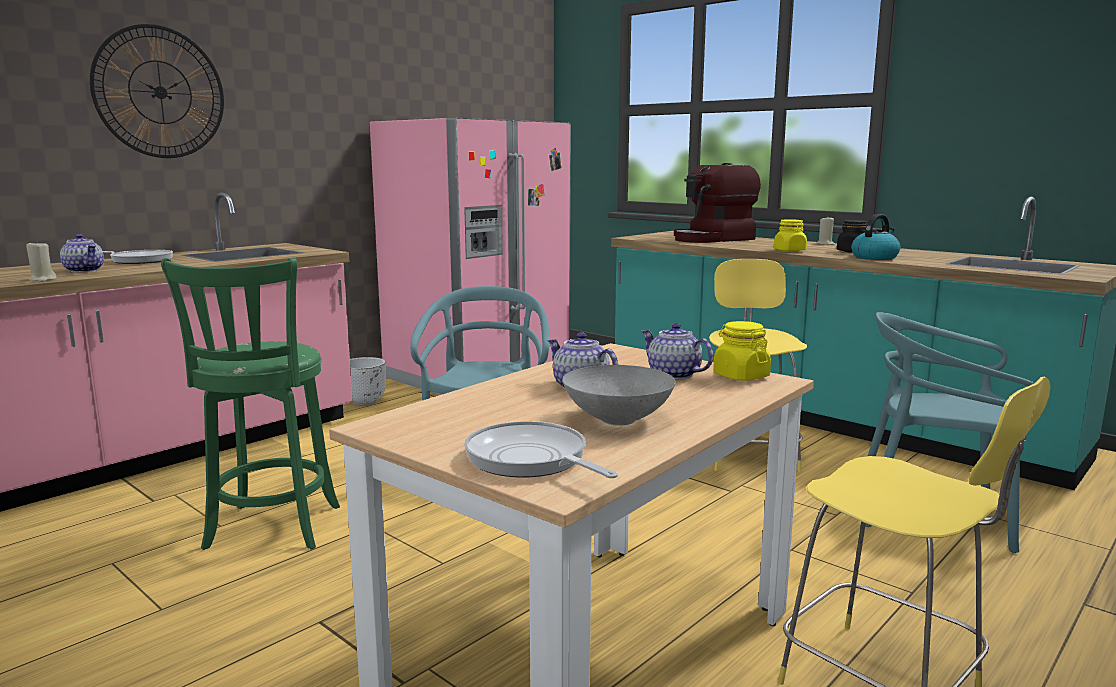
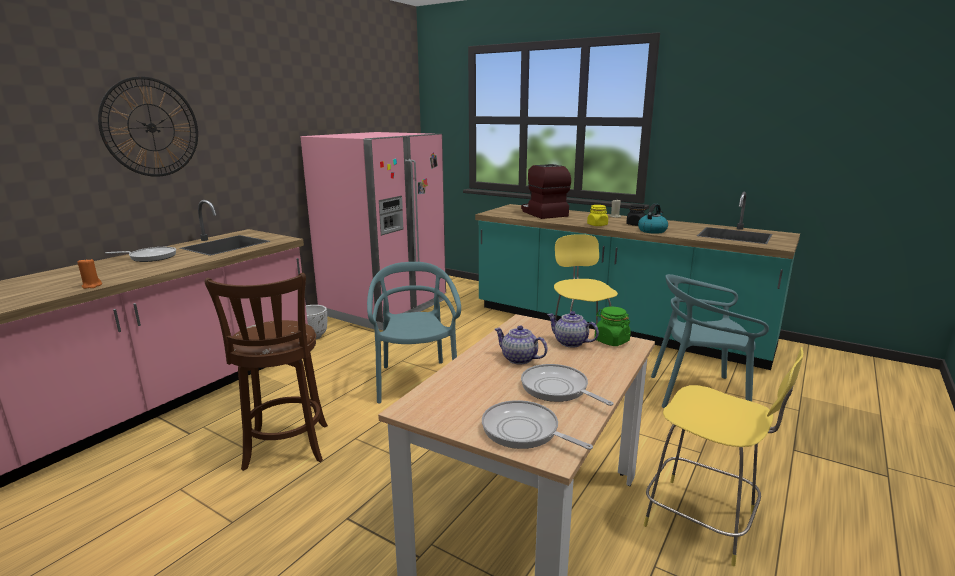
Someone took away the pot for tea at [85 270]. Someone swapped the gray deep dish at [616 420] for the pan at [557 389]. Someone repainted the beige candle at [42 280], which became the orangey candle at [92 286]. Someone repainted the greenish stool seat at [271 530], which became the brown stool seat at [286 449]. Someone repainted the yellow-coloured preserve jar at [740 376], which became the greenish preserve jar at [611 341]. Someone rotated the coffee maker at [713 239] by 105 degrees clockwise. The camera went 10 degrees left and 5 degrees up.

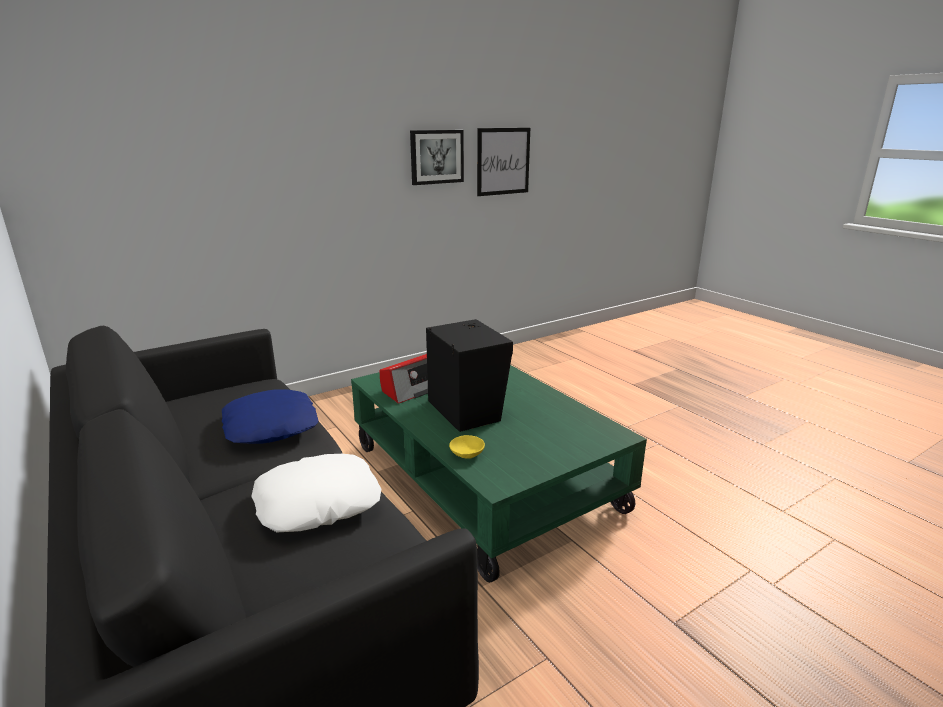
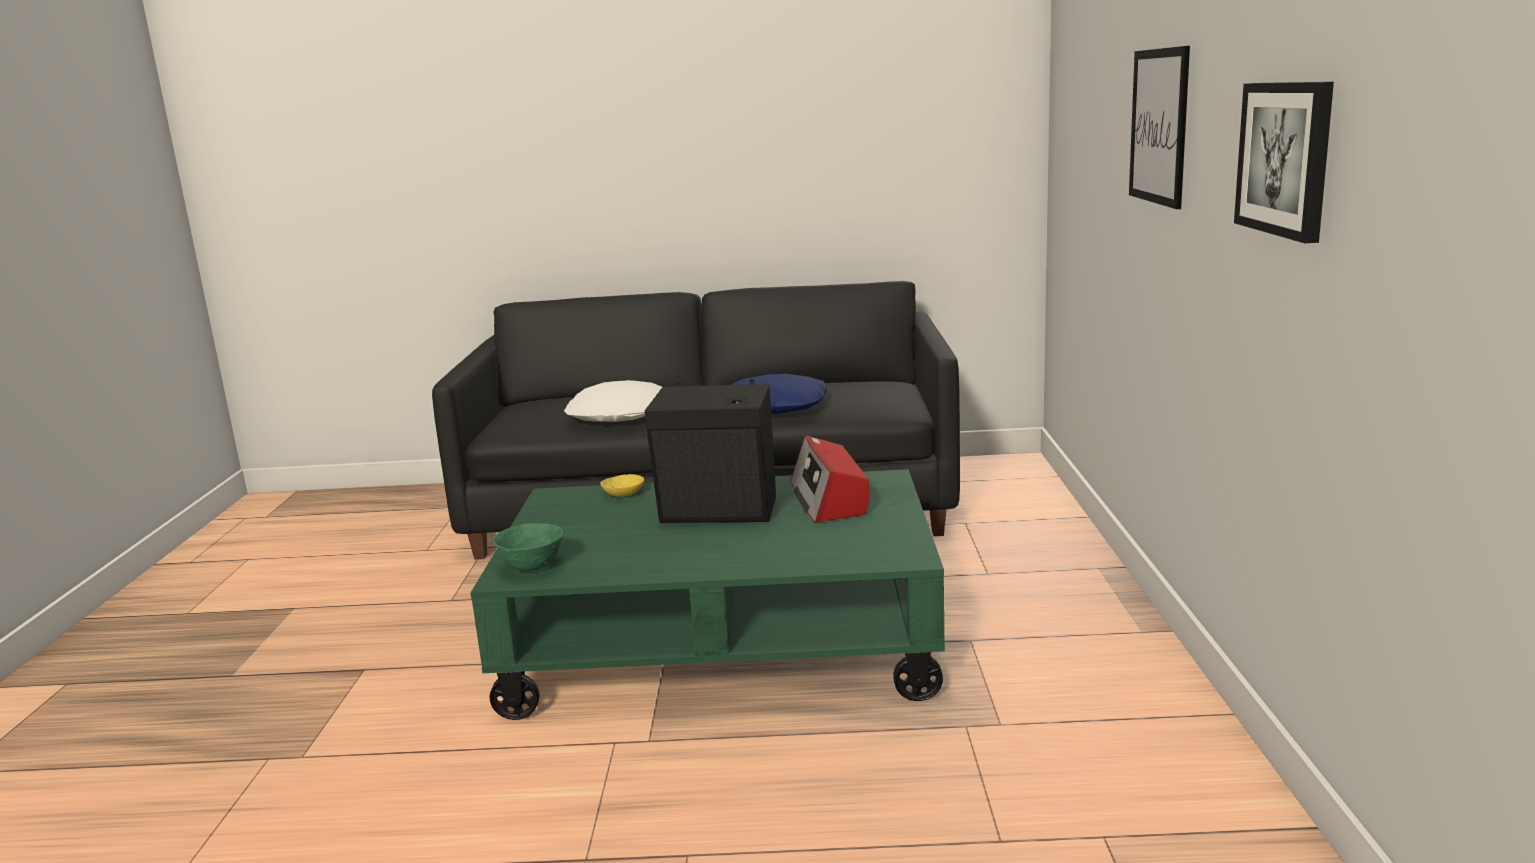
Someone put down the greenish deep dish at [532 567]. Someone carried the picture from [503 161] to [1159 126]. The camera went 125 degrees right and 5 degrees down.

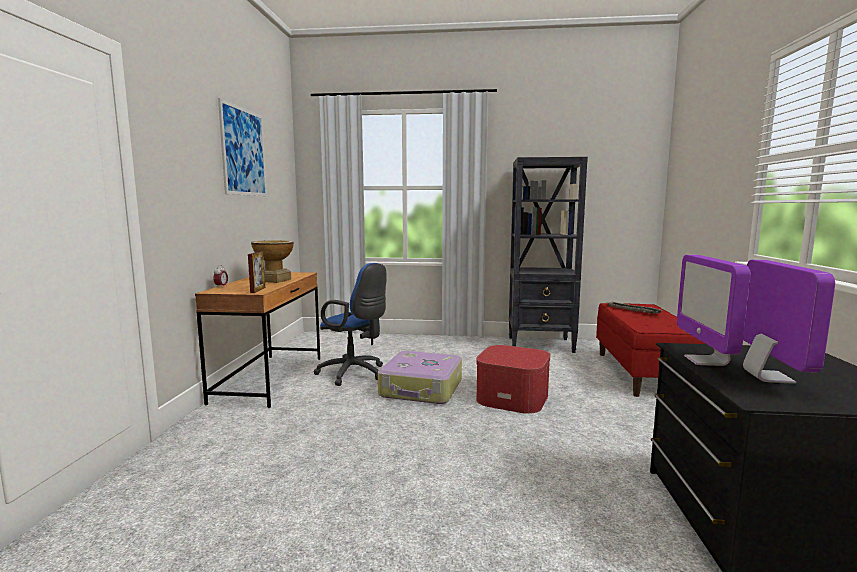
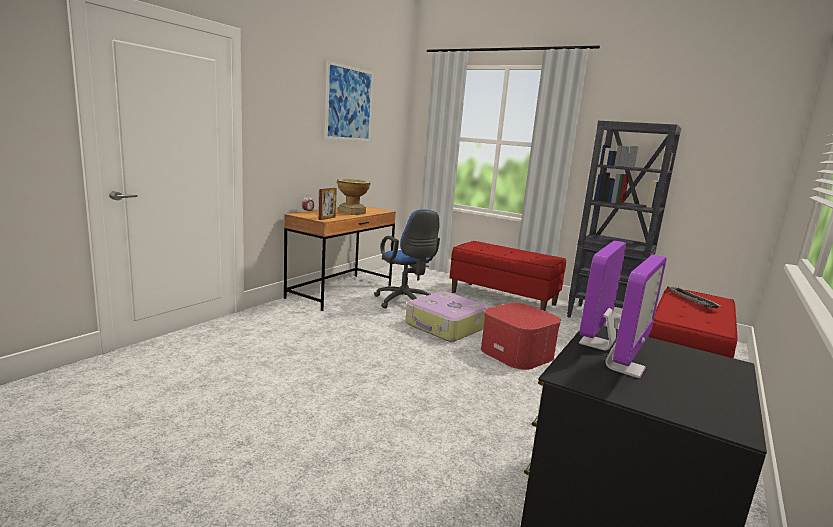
Someone put down the reddish indoor bench at [503 298]. The camera went 25 degrees right and 5 degrees up.

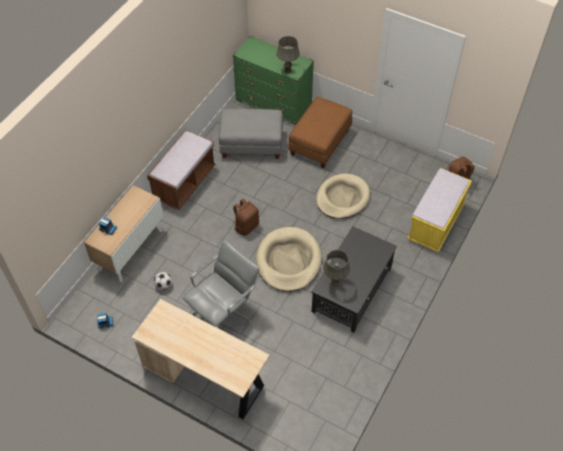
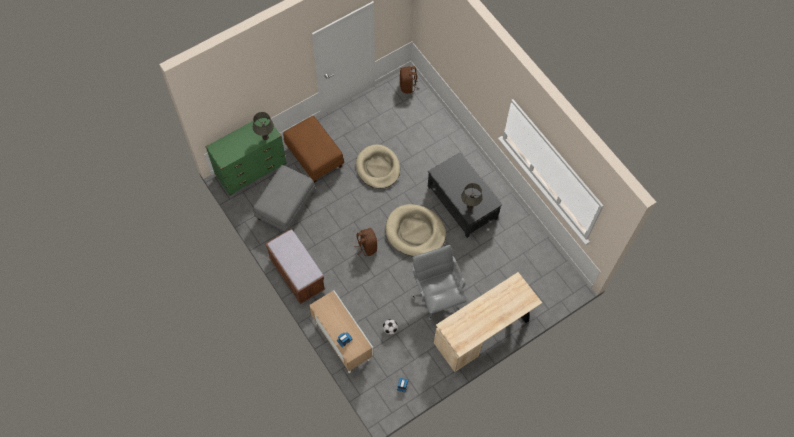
Someone took away the yellow-coloured indoor bench at [435 223]. The camera went 65 degrees left and 10 degrees up.

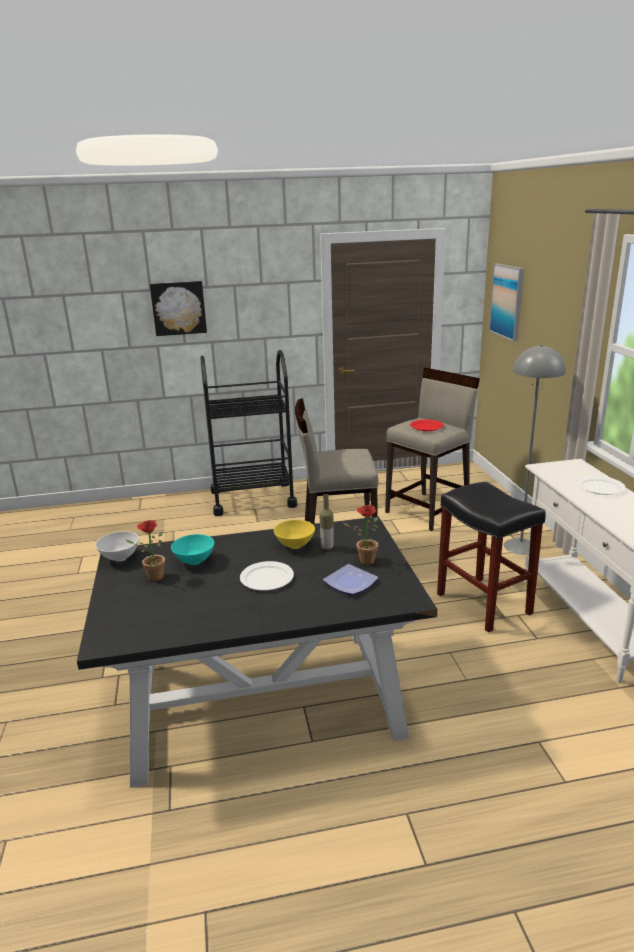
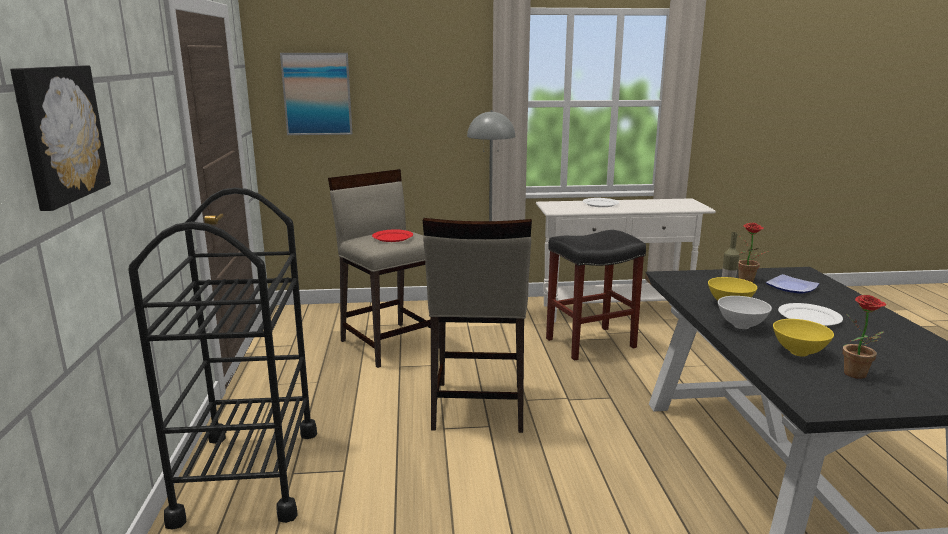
Someone carried the white-coloured deep dish from [120 558] to [741 326]. Someone repainted the blue-green deep dish at [194 561], which became the yellow-coloured deep dish at [799 353]. The camera went 85 degrees left and 5 degrees down.

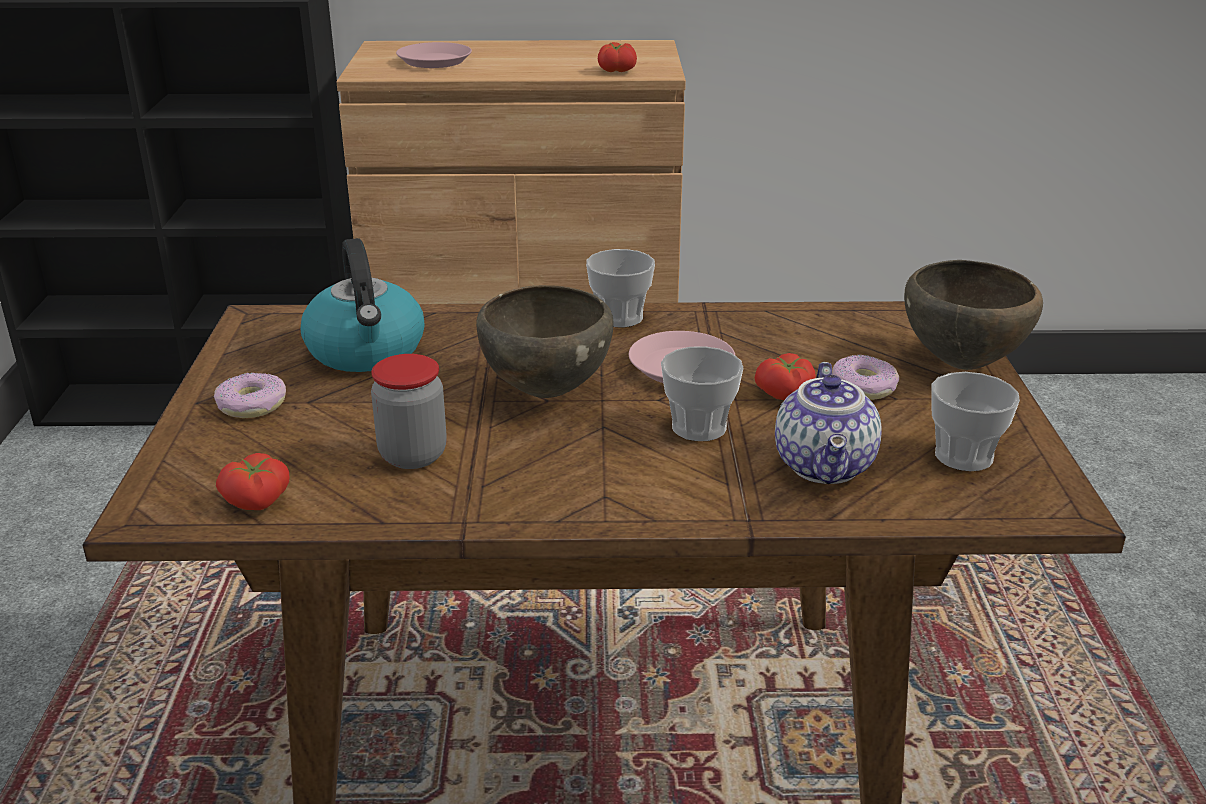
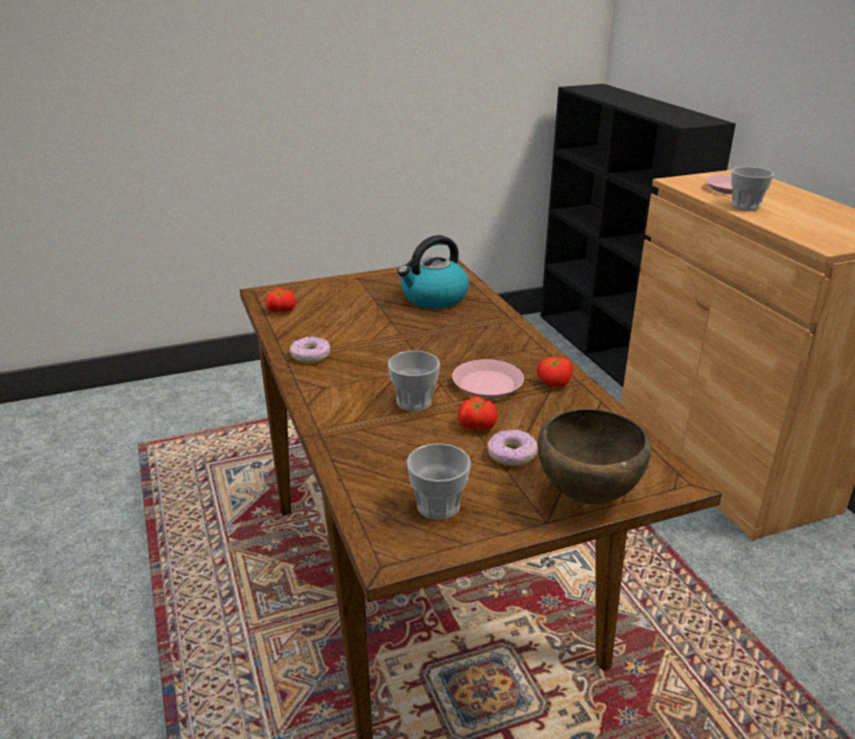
Someone took away the preserve jar at [413 455]. Someone took away the brown deep dish at [545 392]. Someone took away the pot for tea at [827 467]. Someone carried the doughnut from [252 405] to [310 356]. Someone carried the small cup from [620 317] to [745 206]. Someone carried the fresh tomato from [615 71] to [553 382]. The camera went 70 degrees right and 0 degrees up.

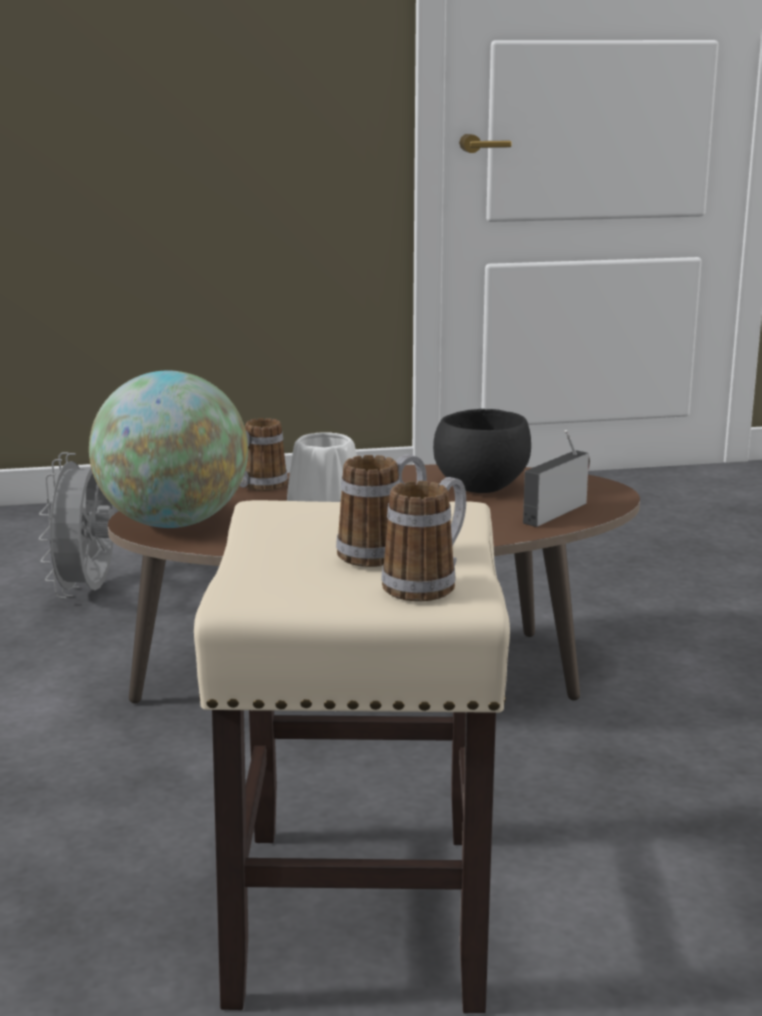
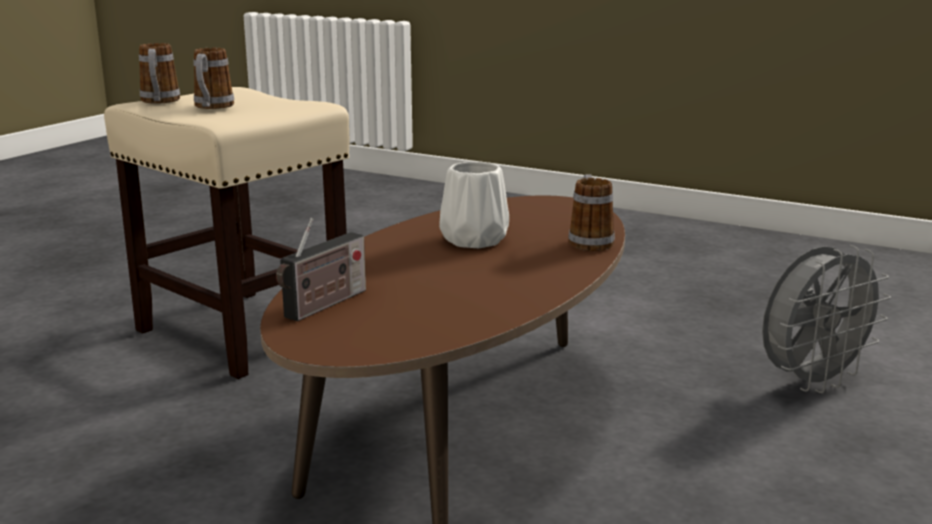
Someone took away the globe at [172 523]. Someone took away the black-coloured deep dish at [478 487]. Someone rotated the gray fan at [89 593] by 105 degrees clockwise. Someone rotated the radio set at [556 512] by 45 degrees clockwise. The camera went 130 degrees right and 0 degrees up.

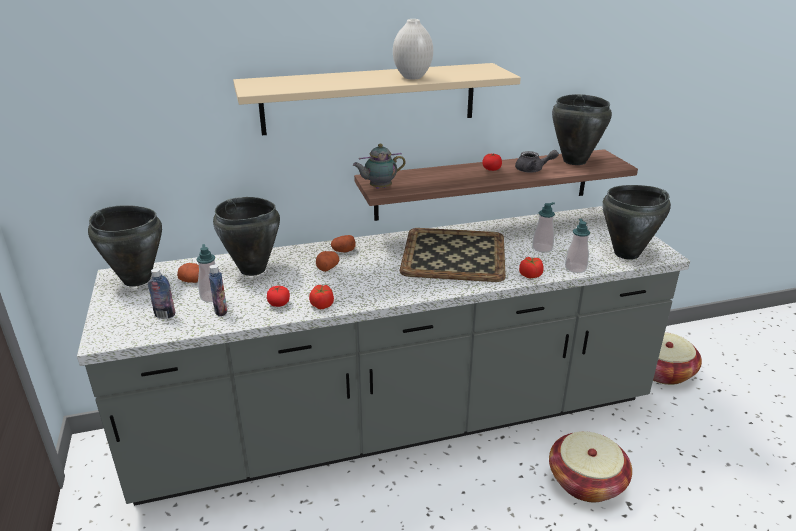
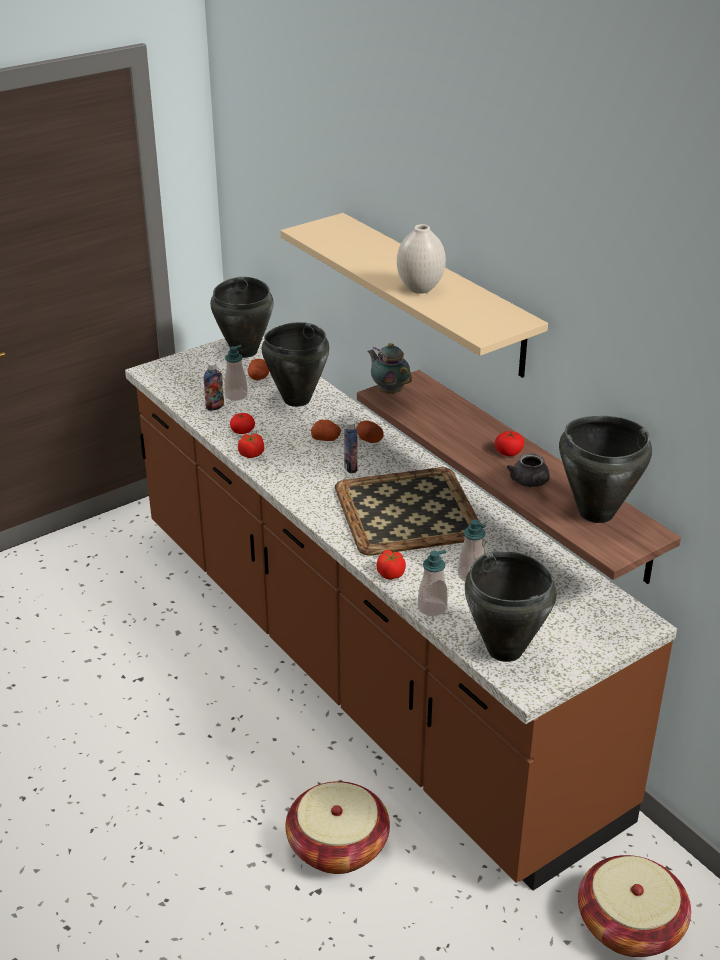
Someone carried the bottle from [165 315] to [350 468]. Someone repainted the gray counter at [398 421], which became the brown counter at [359 662]. The camera went 70 degrees right and 5 degrees up.

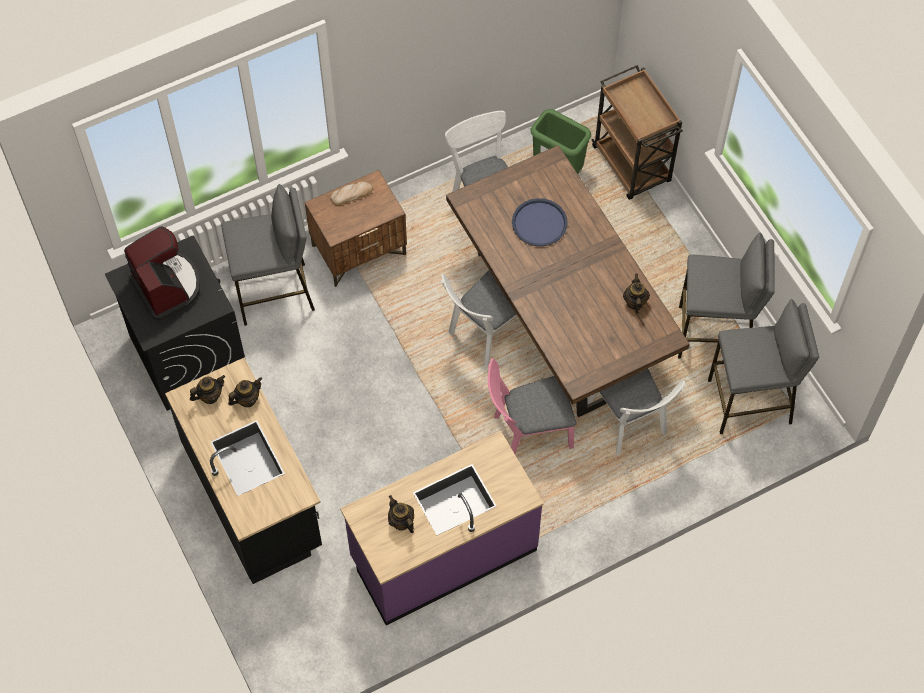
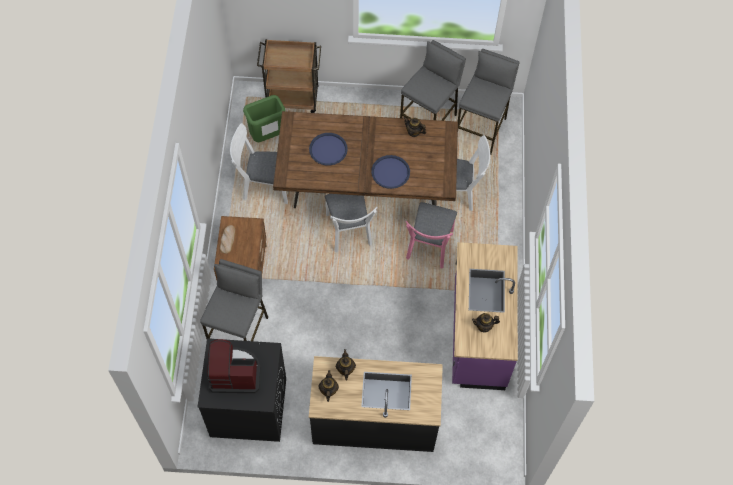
Someone put down the blue tray at [390 172]. The camera went 60 degrees left and 0 degrees up.

